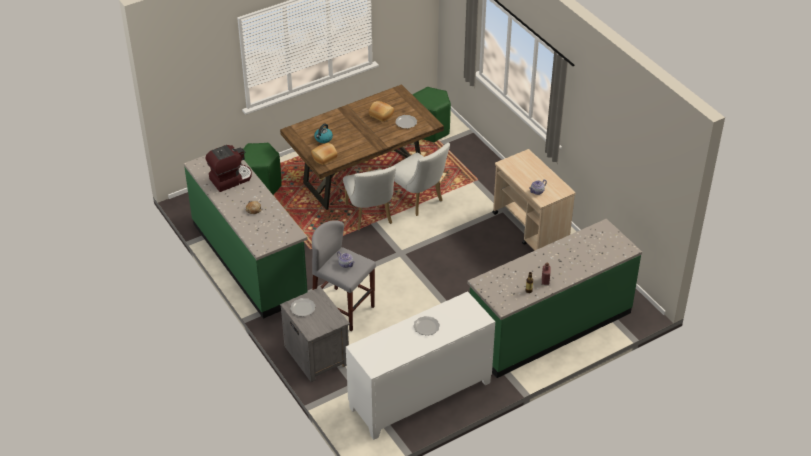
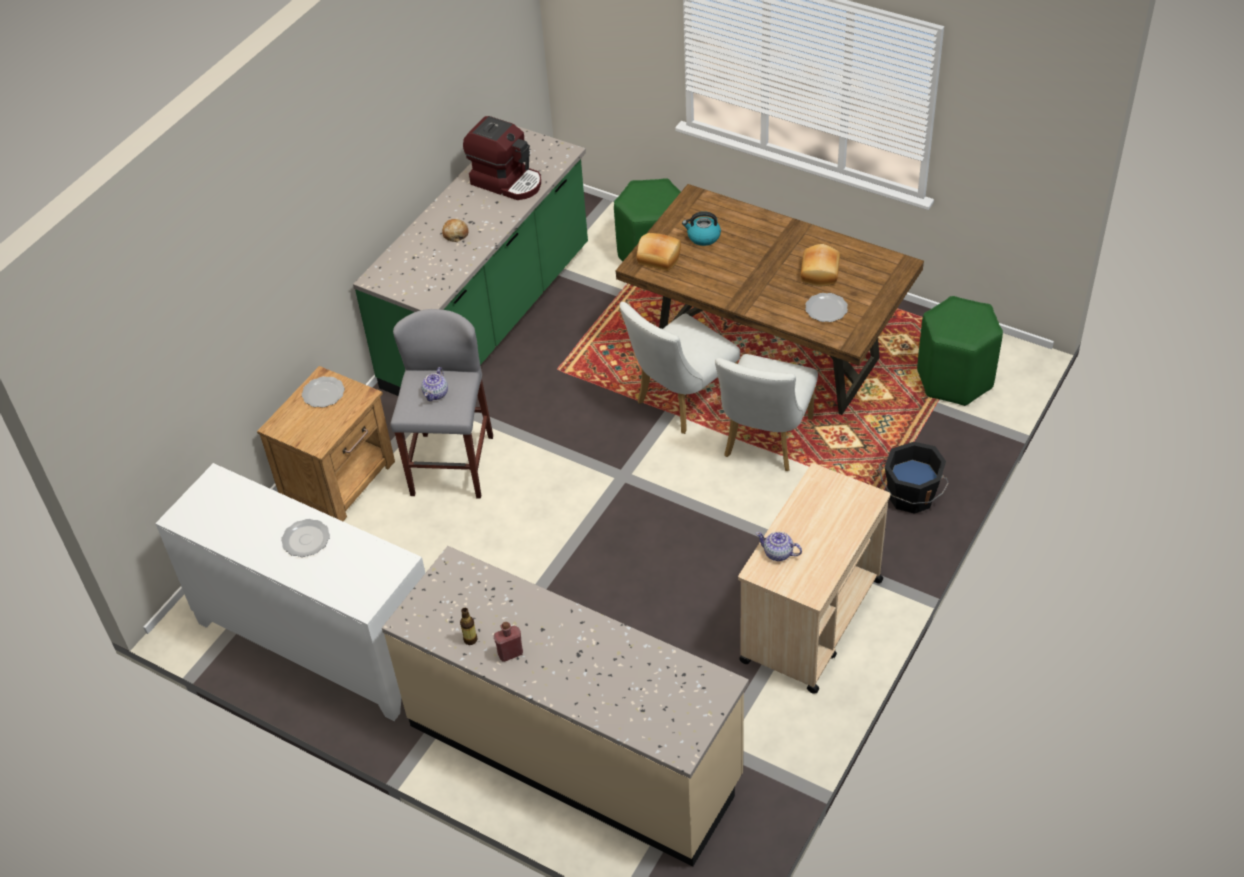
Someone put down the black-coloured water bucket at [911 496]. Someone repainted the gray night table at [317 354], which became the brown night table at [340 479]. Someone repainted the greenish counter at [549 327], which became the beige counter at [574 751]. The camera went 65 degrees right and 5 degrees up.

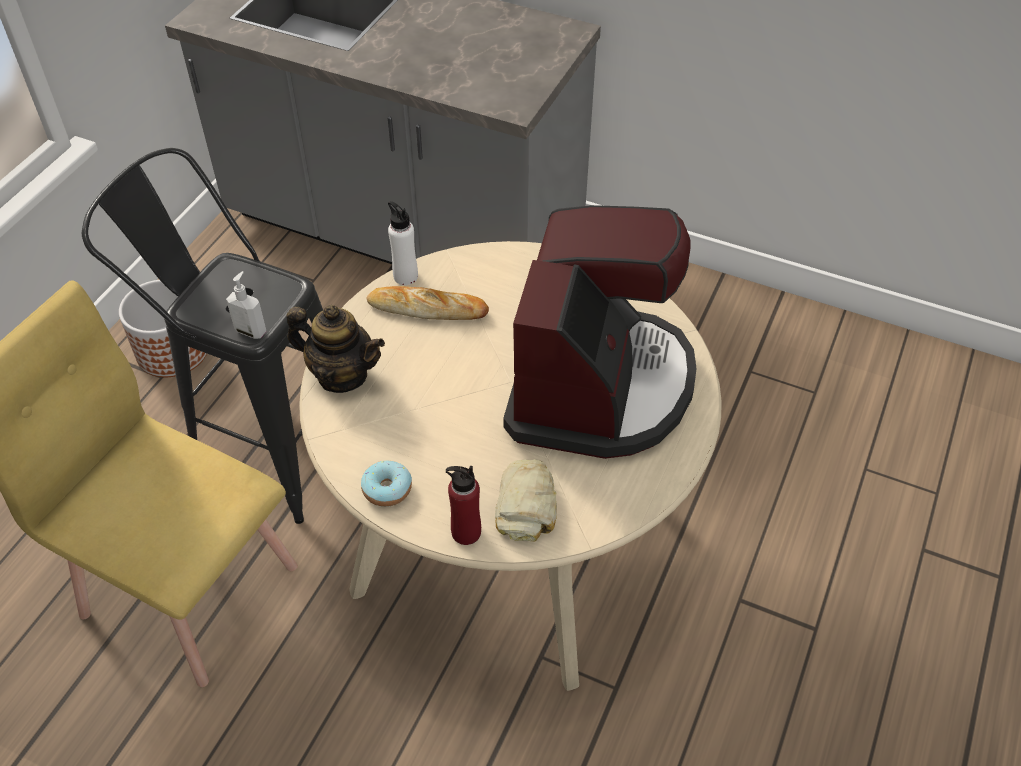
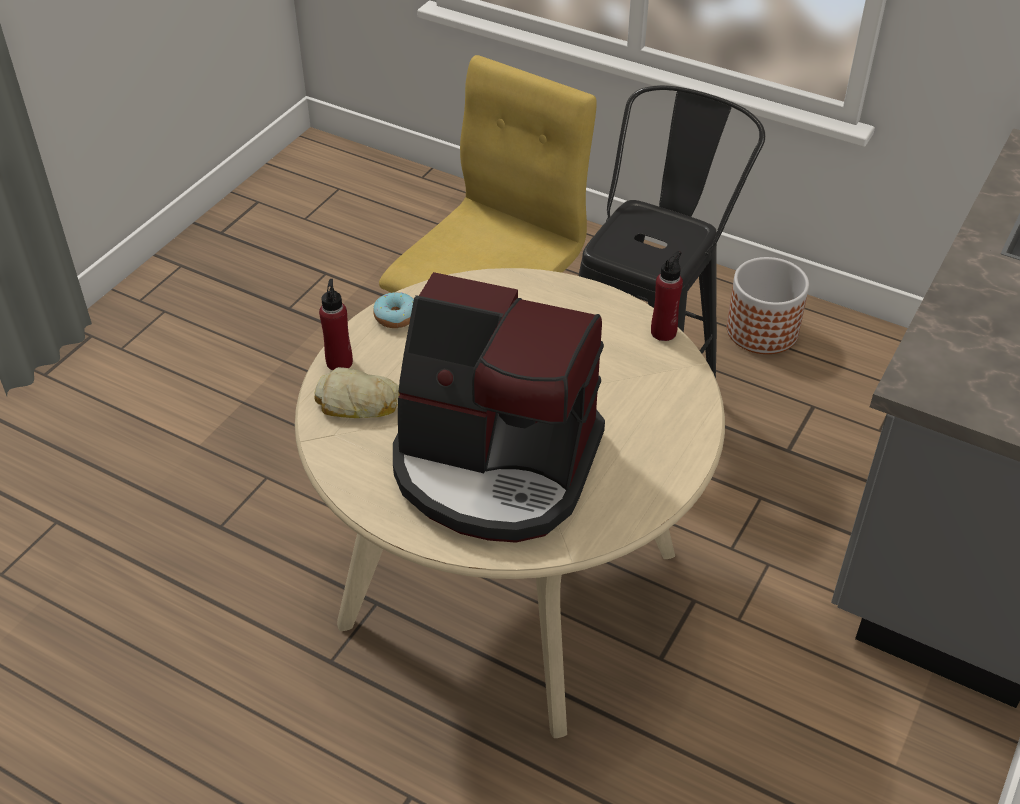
Someone took away the liquid soap bottle at [251 331]. Someone took away the pot for tea at [342 375]. Someone took away the bakery bread at [427 308]. Someone repainted the white-coloured bottle at [405 276], which became the reddish bottle at [663 332]. The camera went 95 degrees right and 5 degrees down.

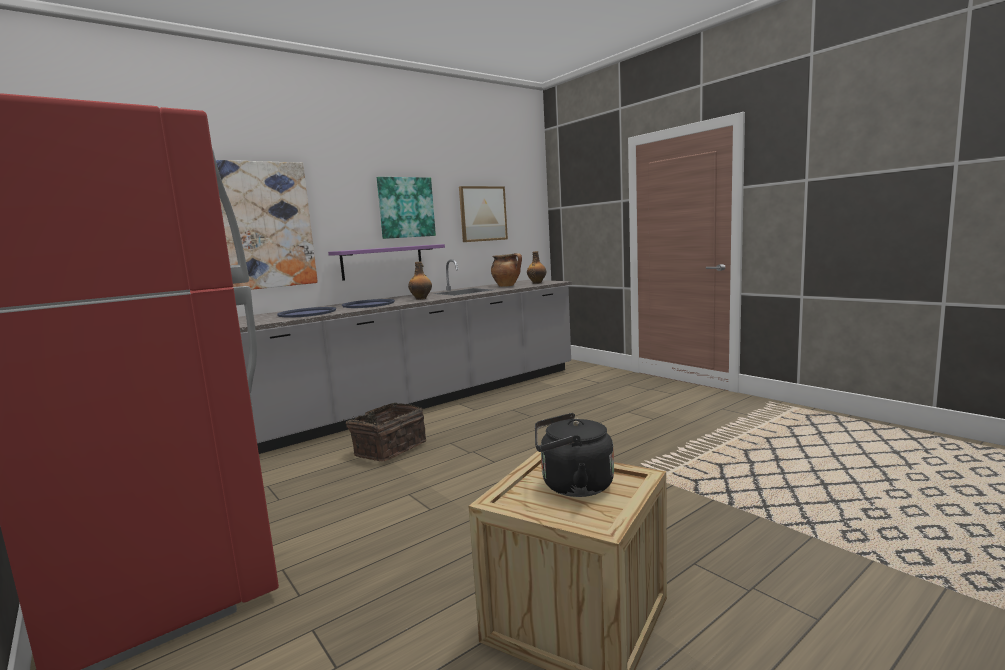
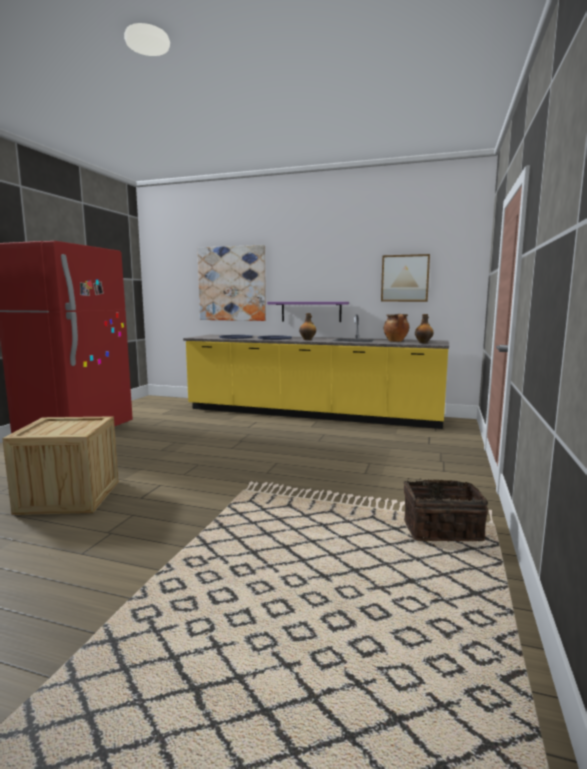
Someone took away the picture at [406 207]. Someone took away the black-coloured water kettle at [572 486]. Someone carried the household basket from [389 449] to [441 529]. Someone repainted the gray counter at [426 400], which became the yellow-coloured counter at [311 414]. The camera went 55 degrees right and 0 degrees up.

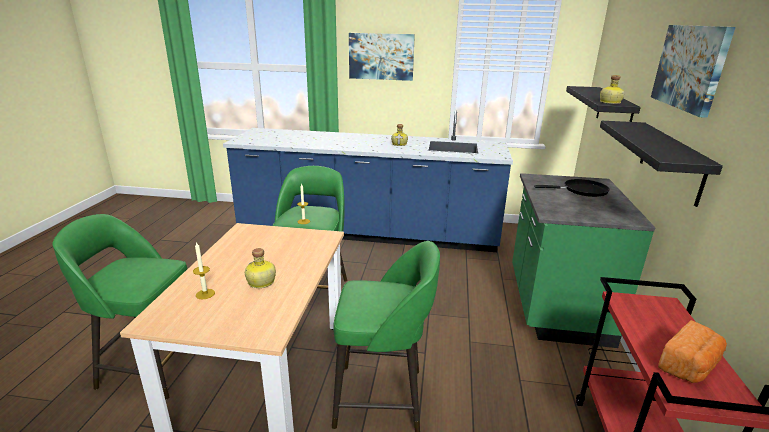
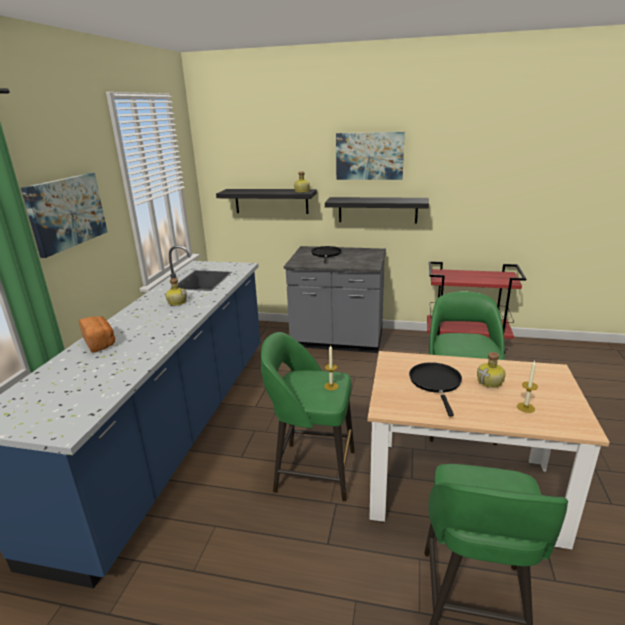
Someone put down the black-coloured pan at [436 383]. Someone carried the bakery bread from [689 366] to [100 342]. Someone repainted the greenish counter at [555 306], which became the gray counter at [337 340]. The camera went 85 degrees left and 0 degrees up.

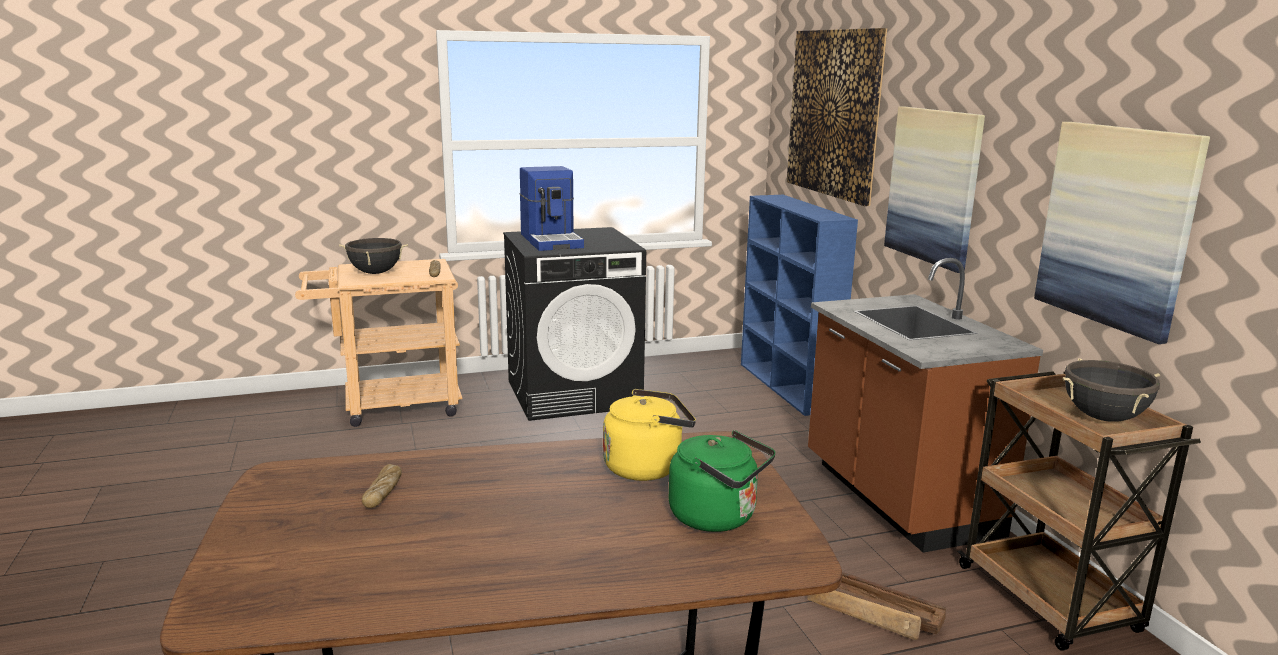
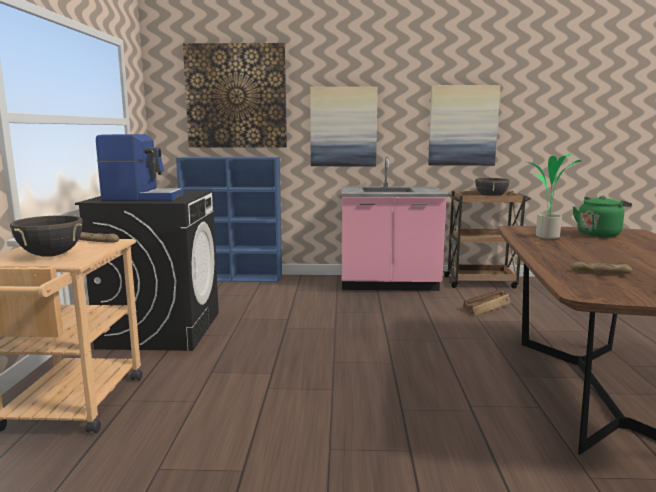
Someone swapped the yellow-coloured water kettle at [647 467] for the plant in a pot at [546 237]. Someone repainted the brown counter at [897 499], which became the pinkish counter at [389 284]. The camera went 70 degrees left and 5 degrees down.

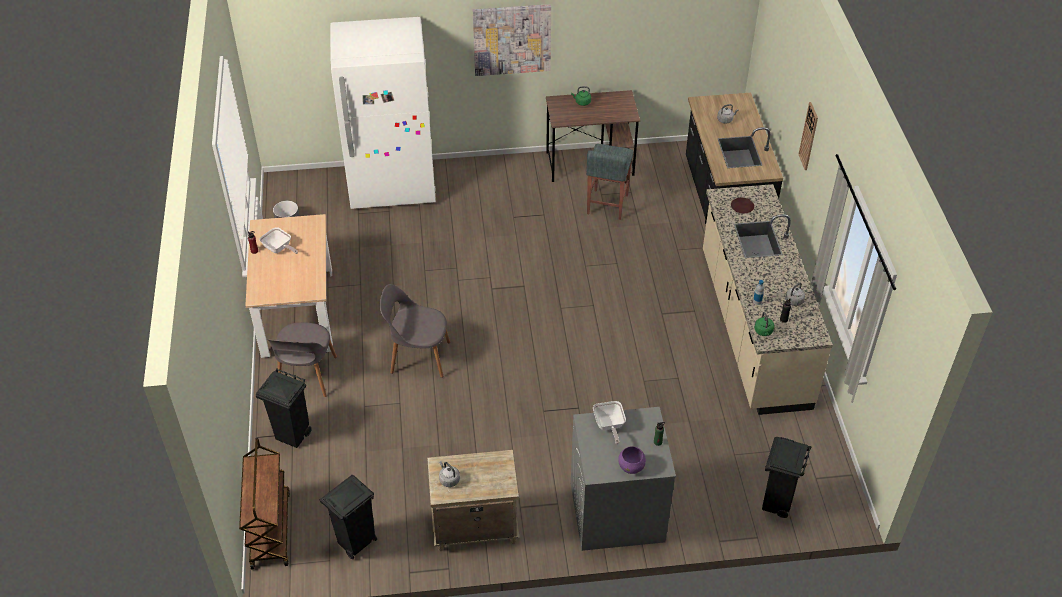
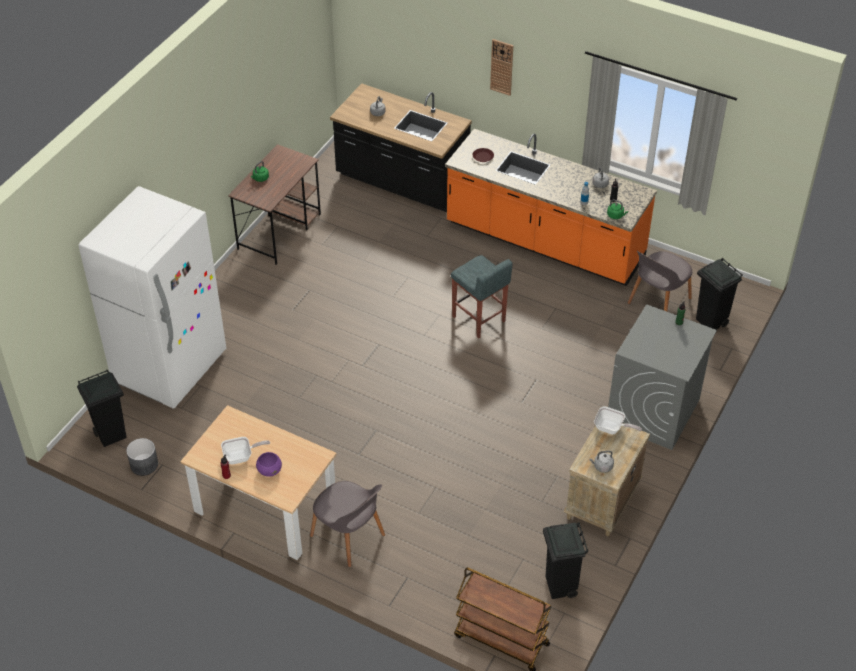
Someone took away the picture at [512 39]. Someone carried the black-coloured waste bin from [293 435] to [111 435]. Someone carried the gray upright chair from [418 356] to [658 302]. Someone carried the gray stool seat from [607 205] to [479 319]. Someone carried the pan from [609 426] to [611 429]. Someone carried the purple-coloured deep dish from [631 466] to [269 470]. Someone repainted the beige counter at [752 329], which became the orangey counter at [544 242]. The camera went 55 degrees left and 0 degrees up.

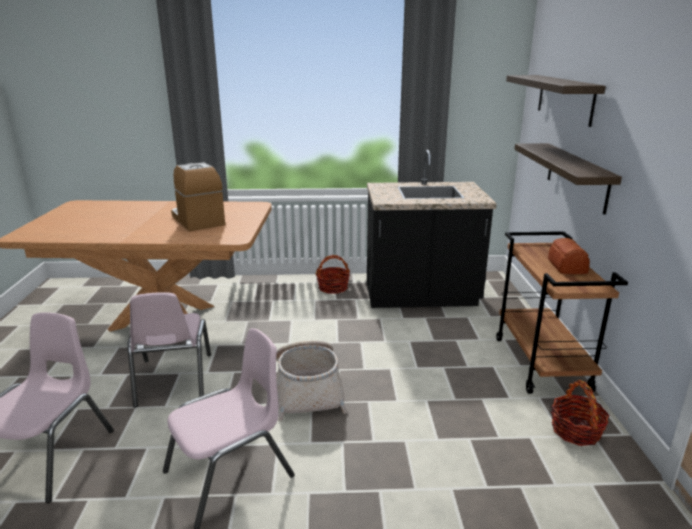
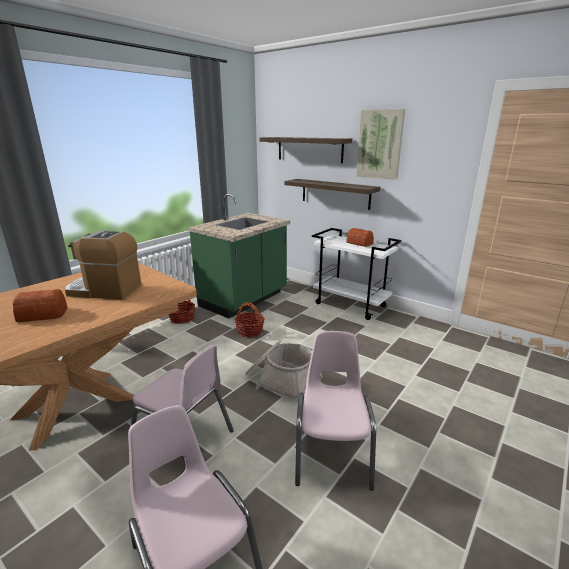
Someone put down the bakery bread at [42 314]. Someone put up the picture at [380 144]. Someone carried the household basket from [576 431] to [250 331]. Someone repainted the black-coloured counter at [421 296], which became the greenish counter at [244 300]. Someone repainted the brown cart at [542 364], which became the white-coloured cart at [351 305]. The camera went 50 degrees left and 0 degrees up.

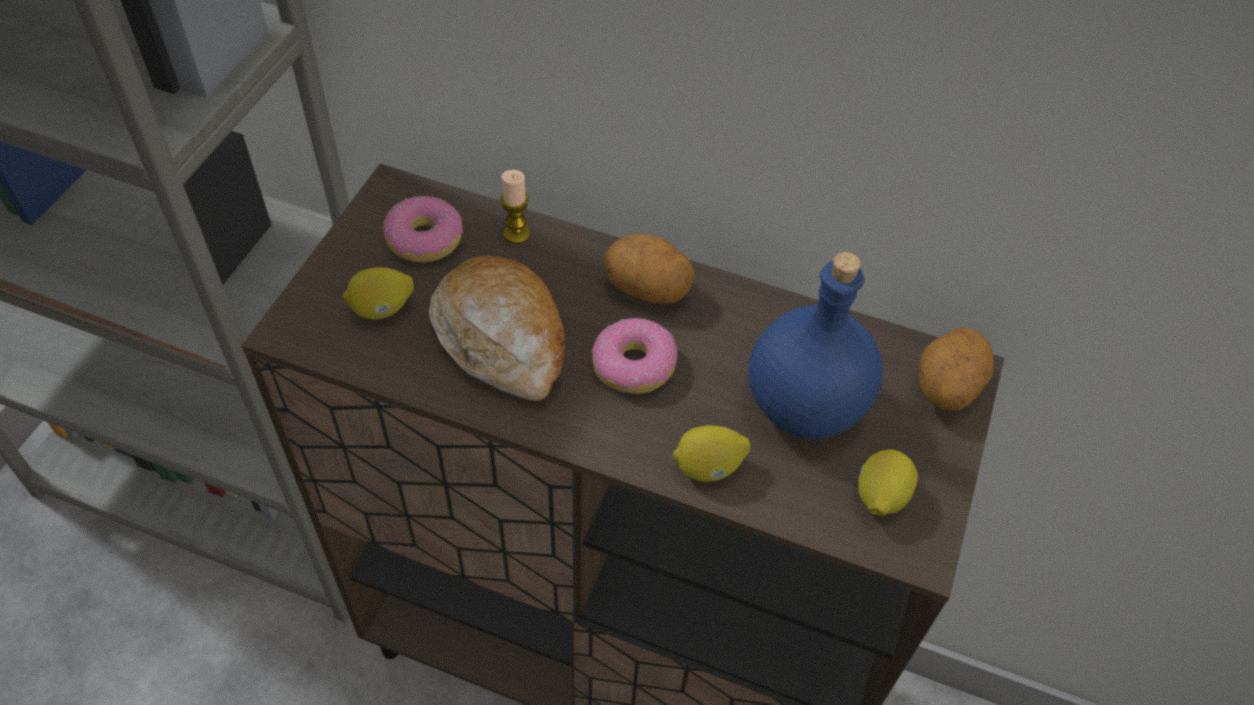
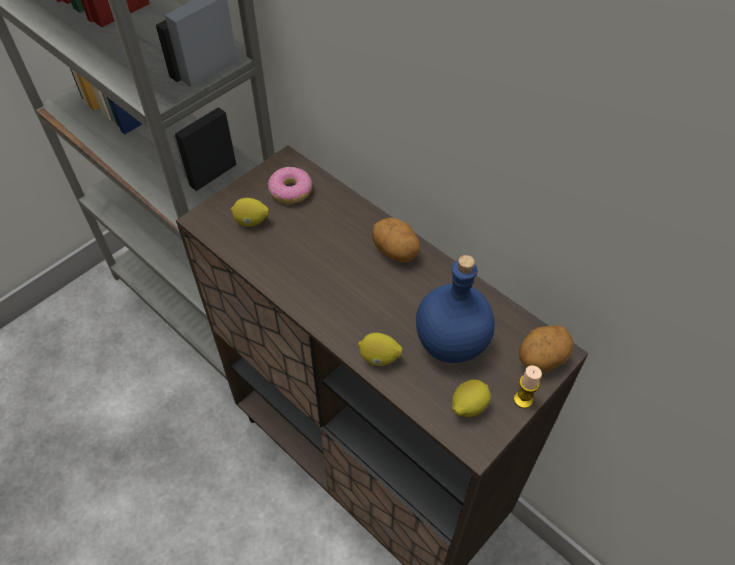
Someone took away the bakery bread at [502 340]. Someone took away the doughnut at [634 365]. Someone carried the candle from [516 234] to [523 399]. The camera went 25 degrees right and 0 degrees up.

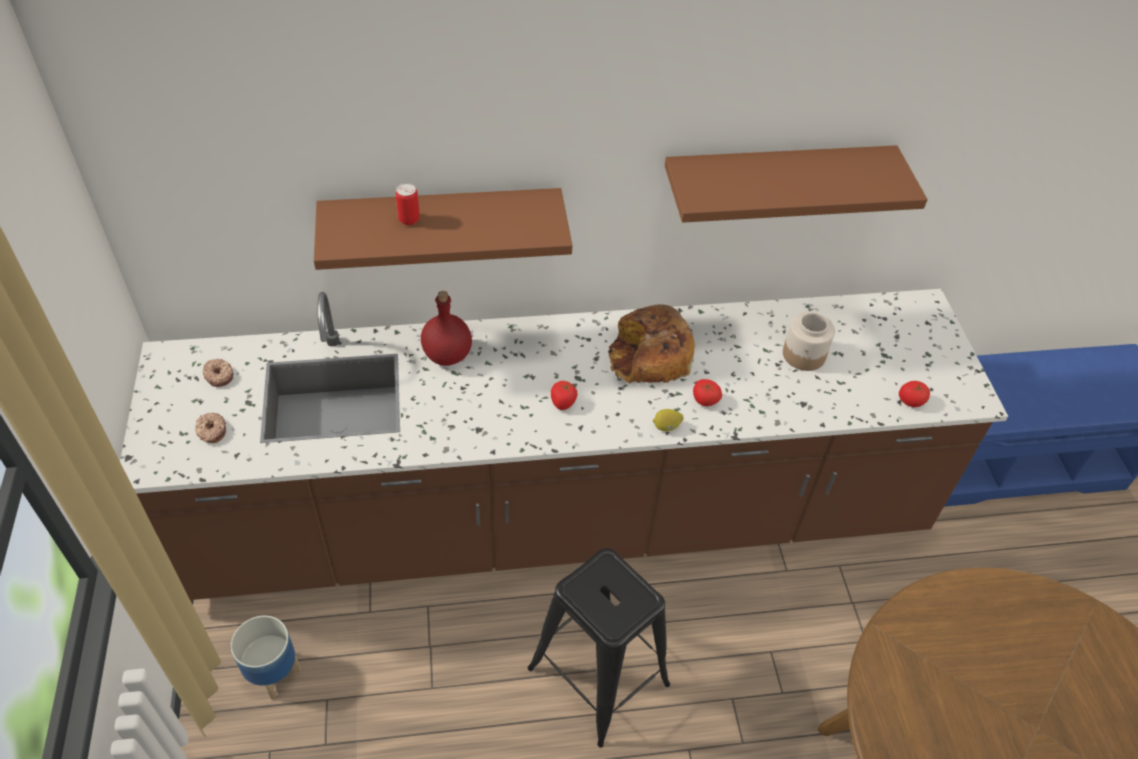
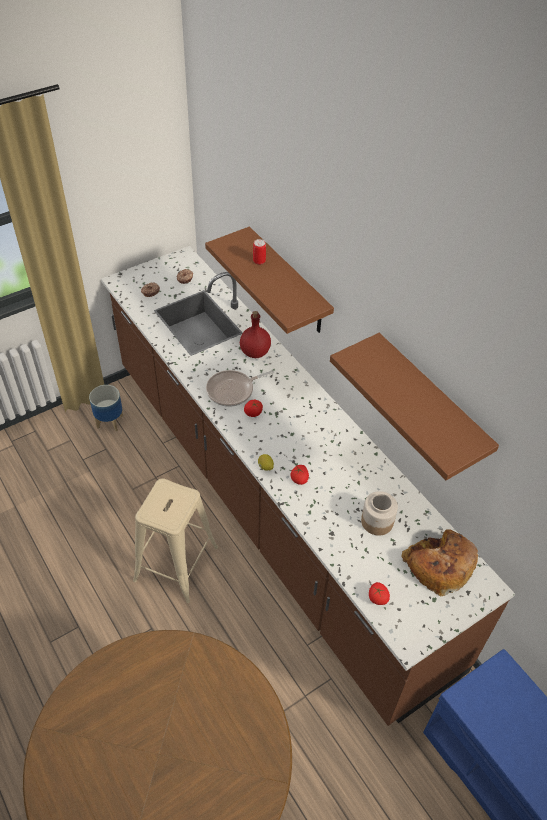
Someone put down the pan at [233 390]. Someone carried the bakery bread from [649 357] to [438 565]. Someone repainted the black-coloured stool seat at [599 677], which became the beige stool seat at [176 564]. The camera went 65 degrees right and 0 degrees up.

